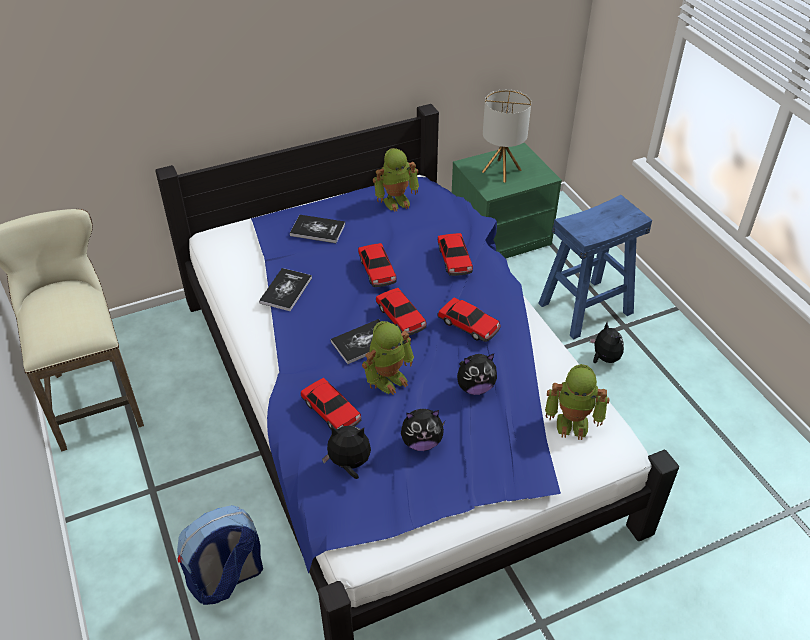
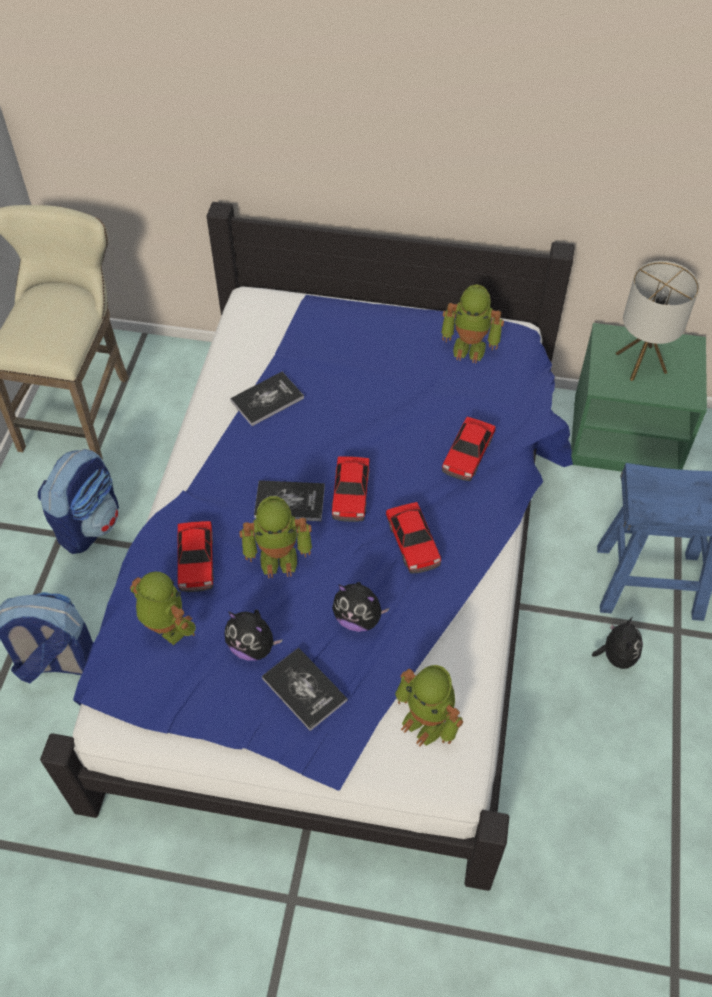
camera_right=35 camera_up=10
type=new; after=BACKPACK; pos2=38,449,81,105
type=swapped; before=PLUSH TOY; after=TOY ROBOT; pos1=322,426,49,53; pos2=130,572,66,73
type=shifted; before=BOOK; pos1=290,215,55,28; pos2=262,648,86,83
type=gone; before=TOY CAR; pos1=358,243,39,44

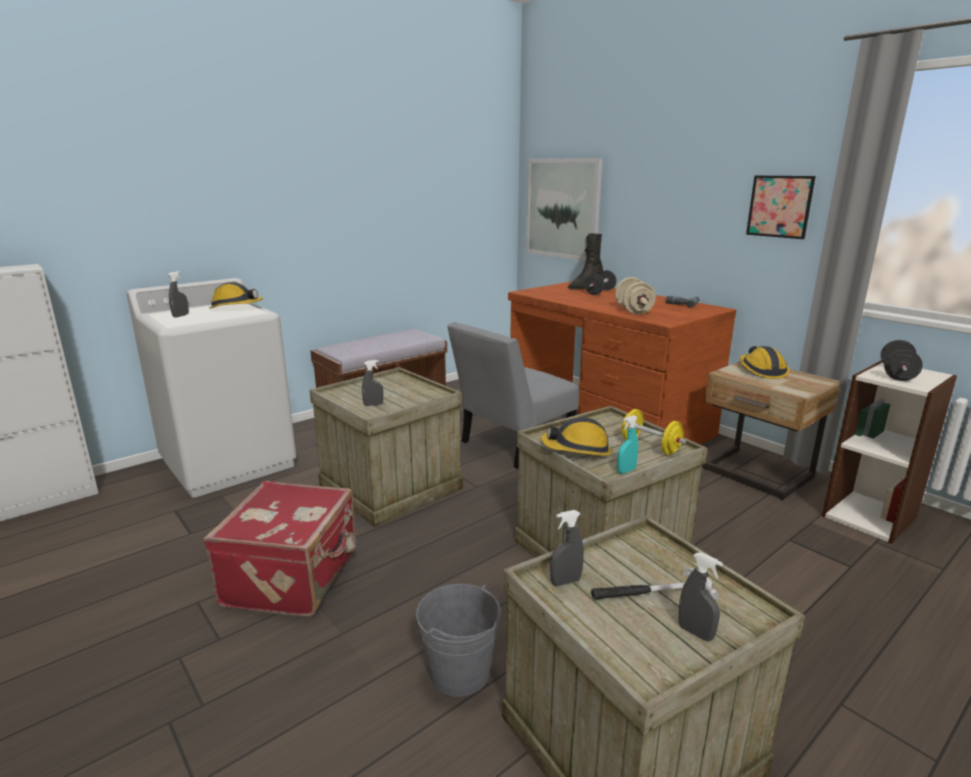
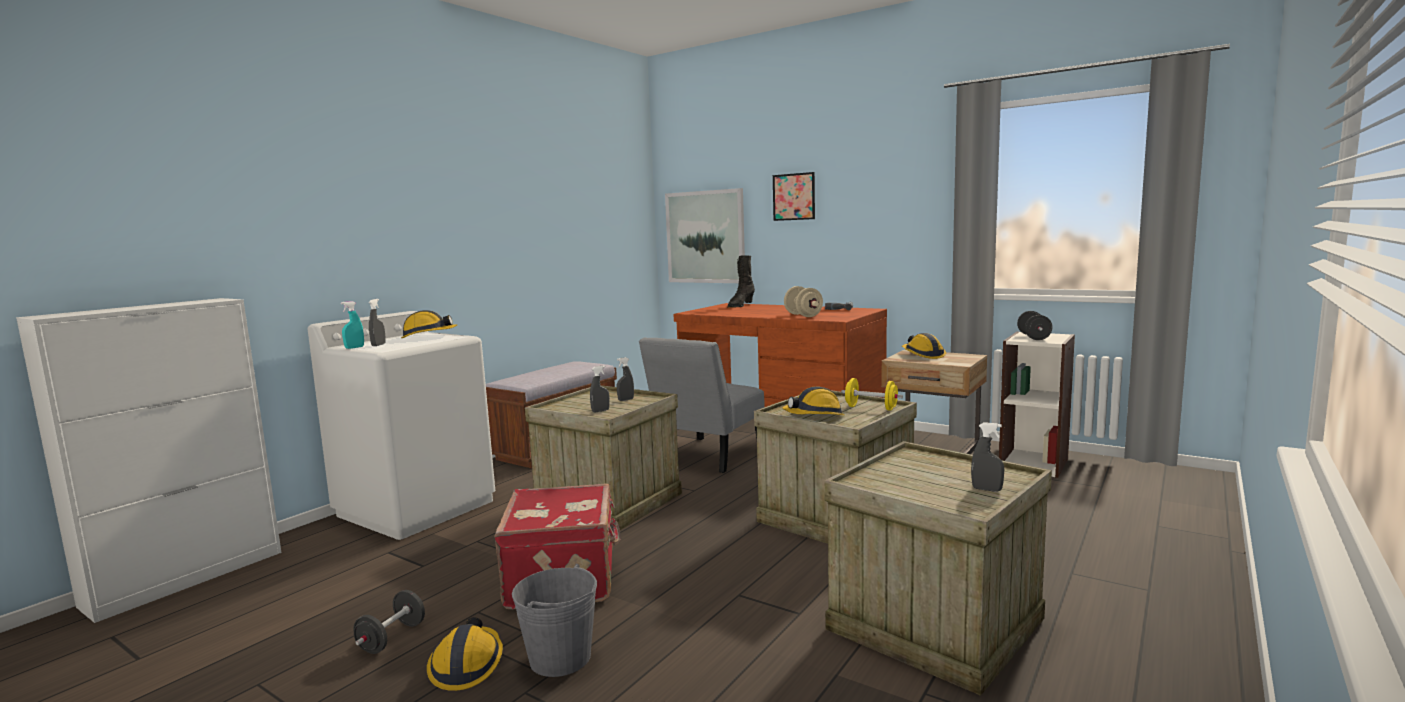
camera_right=-15 camera_up=-10
type=shifted; before=TURQUOISE SPRAY BOTTLE; pos1=617,415,21,59; pos2=341,301,23,48
type=shifted; before=BLACK DUMBBELL; pos1=585,270,31,25; pos2=353,590,72,64
type=new; after=HARD HAT; pos2=427,617,76,74
type=shifted; before=GREY BUCKET; pos1=416,584,85,113; pos2=512,564,85,113
type=shifted; before=GREY SPRAY BOTTLE; pos1=550,510,34,76; pos2=617,357,17,44
type=shifted; before=PICTURE; pos1=746,176,70,63; pos2=773,172,42,49
type=gone; before=HAMMER; pos1=591,567,128,33

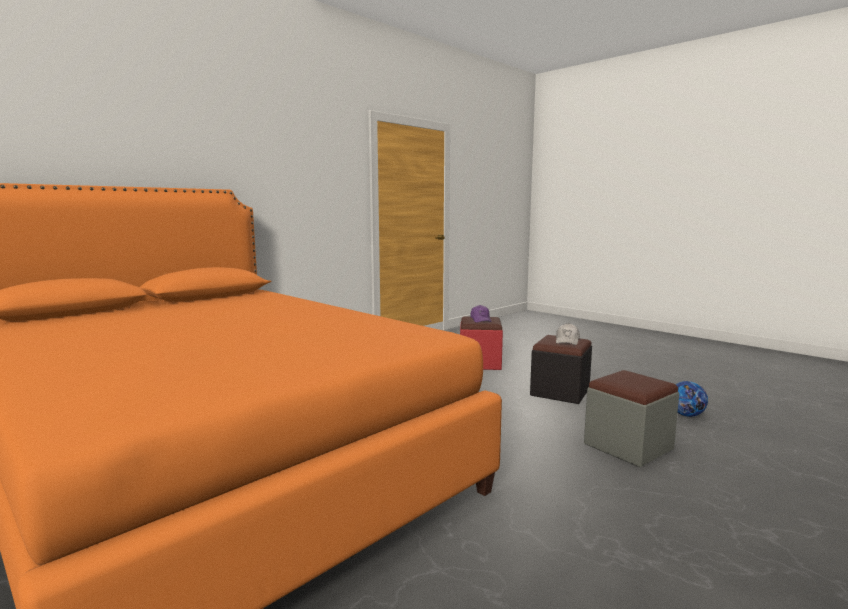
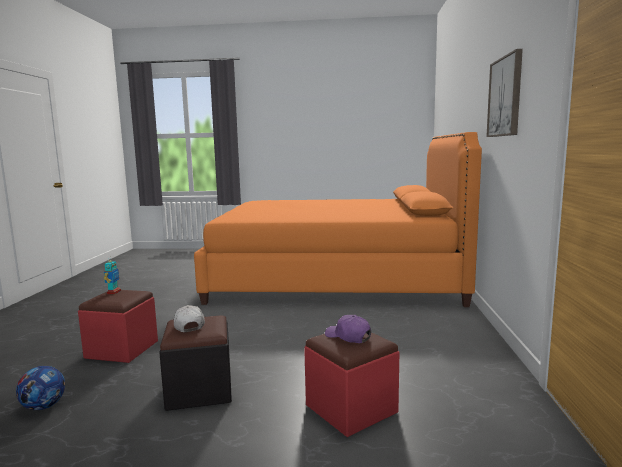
camera_right=140 camera_up=0
type=repainted; before=GREY OTTOMAN; after=RED OTTOMAN; pos1=584,370,95,97; pos2=78,290,80,73
type=new; after=TOY ROBOT; pos2=104,260,17,35
type=new; after=PICTURE; pos2=486,49,37,88

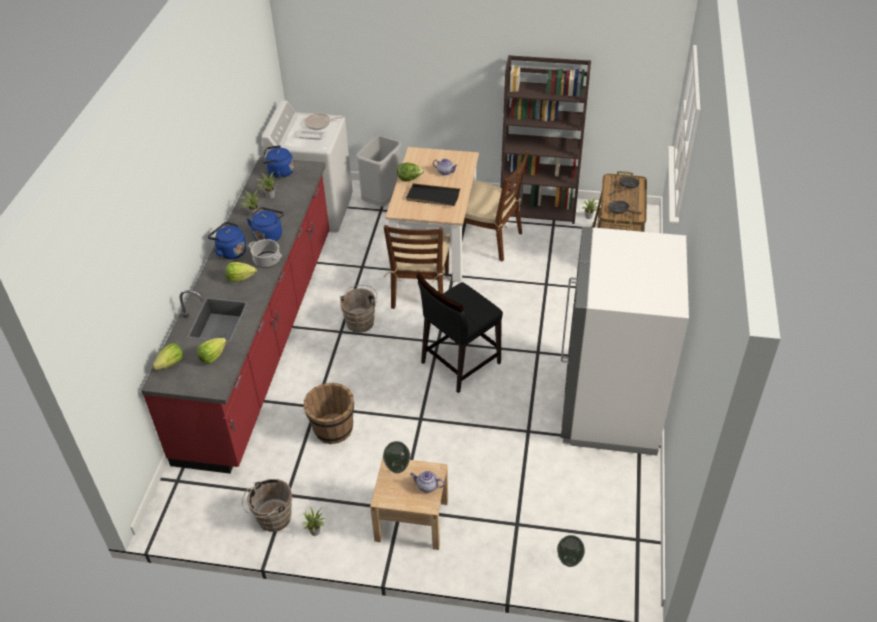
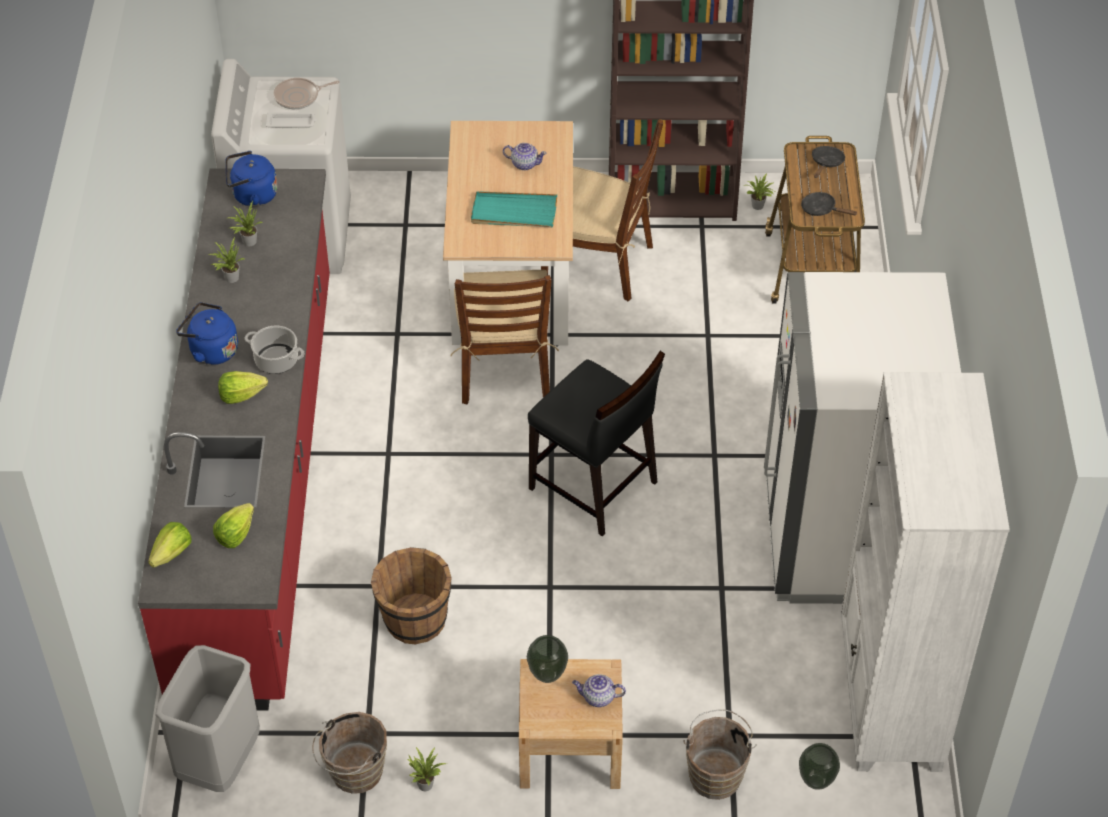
camera_right=-10 camera_up=5
type=shifted; before=GREY TRASH CAN; pos1=356,135,46,72; pos2=156,645,104,147
type=repainted; before=BLACK TRAY; after=TURQUOISE TRAY; pos1=406,183,54,23; pos2=471,191,86,37
type=rotated; before=BLACK CHAIR; pos1=416,273,87,120; pos2=528,351,137,185; turn=-90
type=shifted; before=BROWN BUCKET; pos1=340,285,38,48; pos2=683,709,74,91
type=new; after=WHITE BOOKCASE; pos2=841,372,169,400
type=gone; before=BLUE KETTLE; pos1=247,207,37,34
type=gone; before=LETTUCE; pos1=397,163,27,18

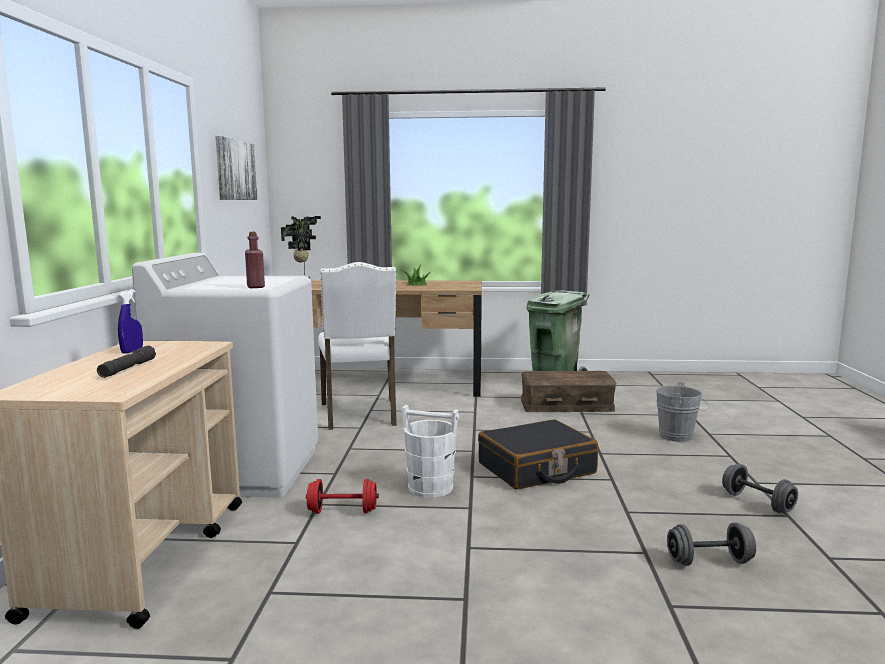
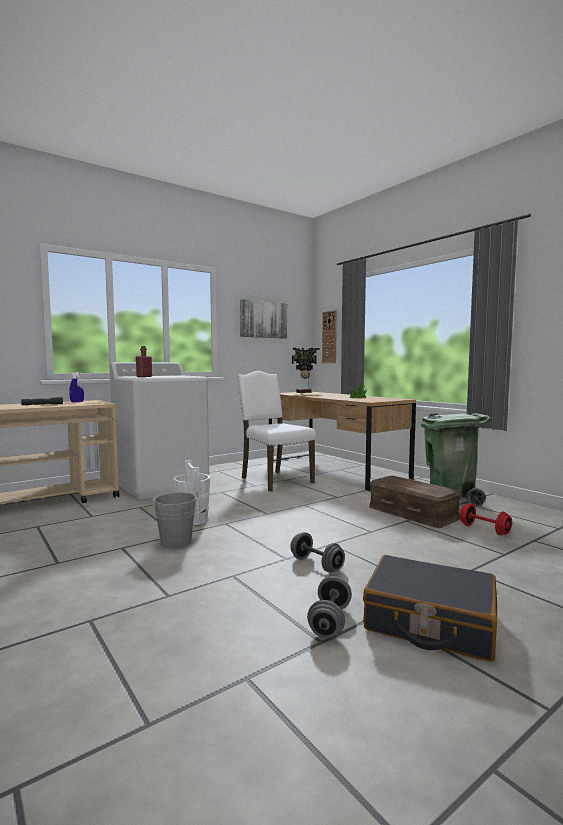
camera_right=50 camera_up=-5
type=shifted; before=GREY BUCKET; pos1=656,381,54,61; pos2=151,492,47,56
type=rotated; before=WHITE CHAIR; pos1=318,262,79,168; pos2=237,371,79,121; turn=105
type=shifted; before=GREY DUMBBELL; pos1=667,523,89,43; pos2=290,532,55,40
type=new; after=WALL CLOCK; pos2=322,310,15,53
type=shifted; before=BLACK SUITCASE; pos1=478,419,120,71; pos2=363,555,134,107
type=shifted; before=RED DUMBBELL; pos1=306,479,73,35; pos2=460,504,52,31

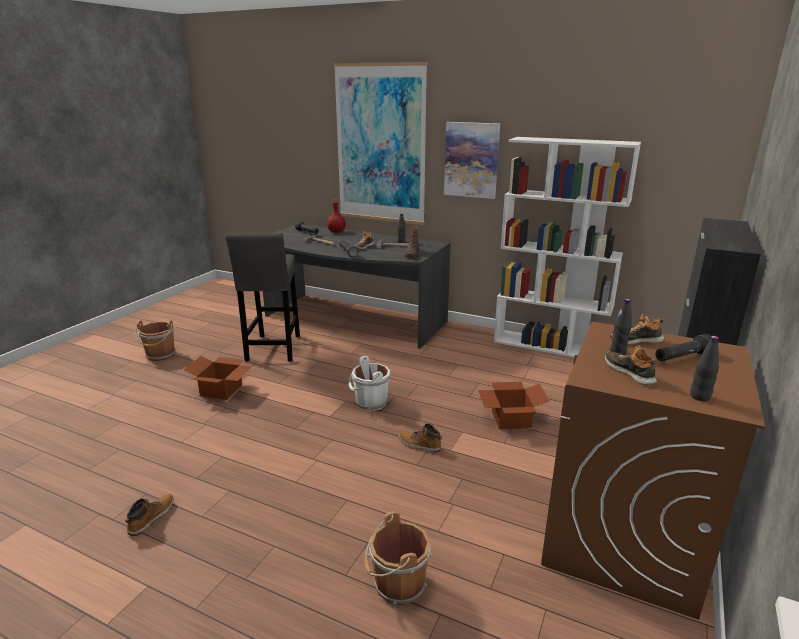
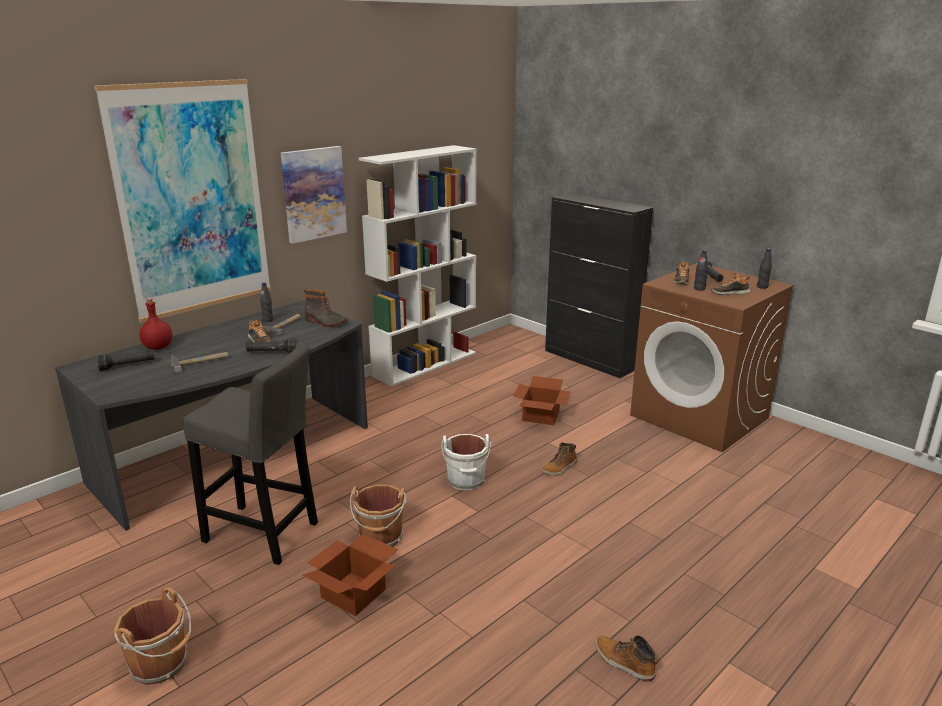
camera_right=-70 camera_up=0
type=shifted; before=BROWN BUCKET; pos1=364,511,68,94; pos2=350,485,57,62

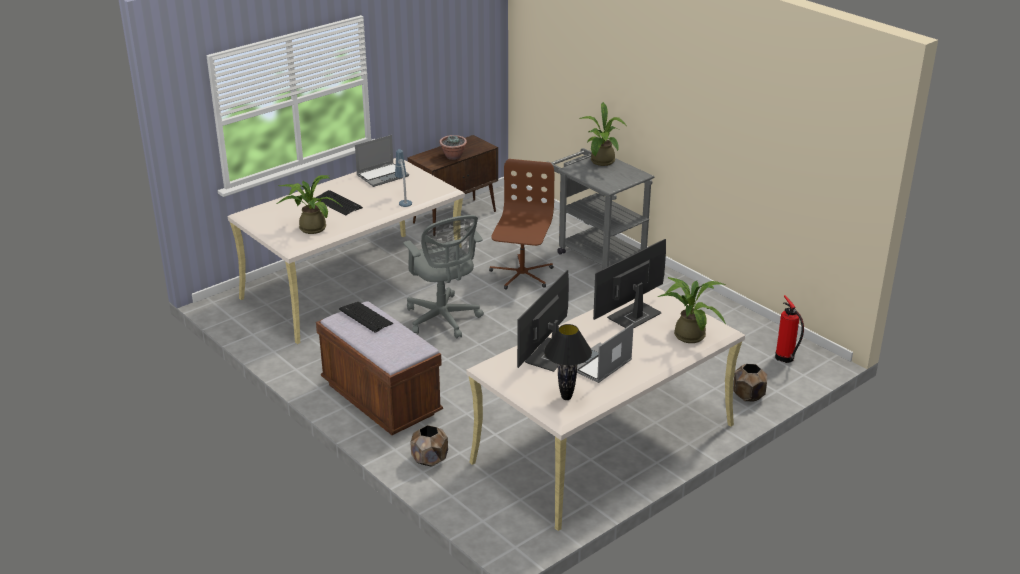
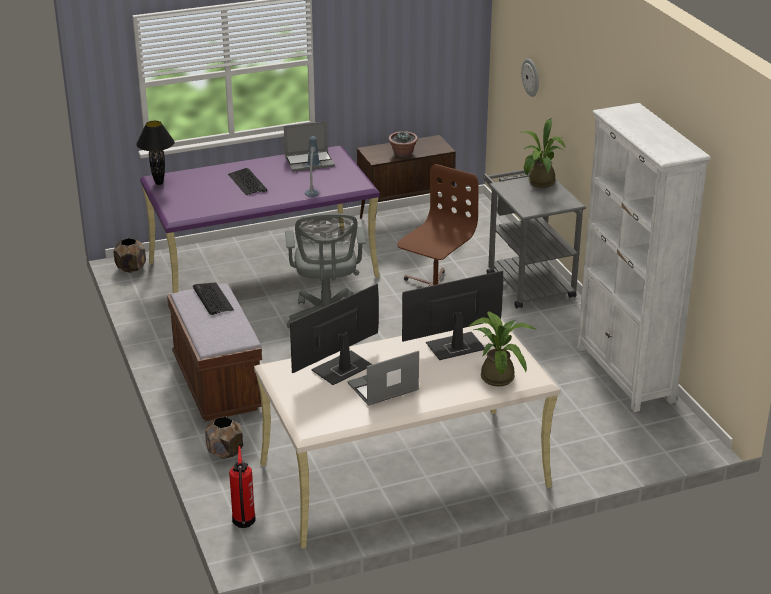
camera_right=20 camera_up=0
type=shifted; before=BROWN PLANTER; pos1=733,364,34,38; pos2=113,238,33,35
type=shifted; before=BLACK TABLE LAMP; pos1=544,324,48,76; pos2=136,121,39,64
type=repainted; before=BEIGE DESK; after=PURPLE DESK; pos1=228,158,237,186; pos2=140,146,240,147
type=shifted; before=FIRE EXTINGUISHER; pos1=775,295,29,68; pos2=229,446,27,82
type=new; after=WALL CLOCK; pos2=521,59,18,38
type=new; after=WHITE BOOKCASE; pos2=577,103,133,309
type=gone; before=POTTED PLANT; pos1=277,175,66,59

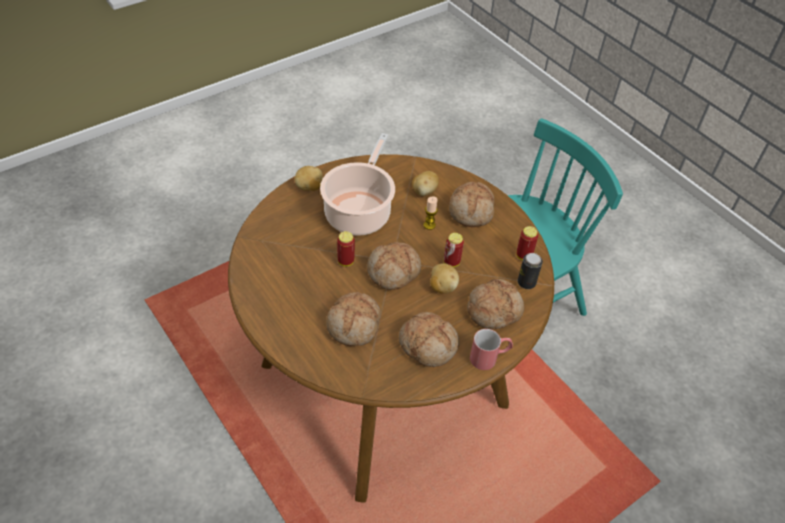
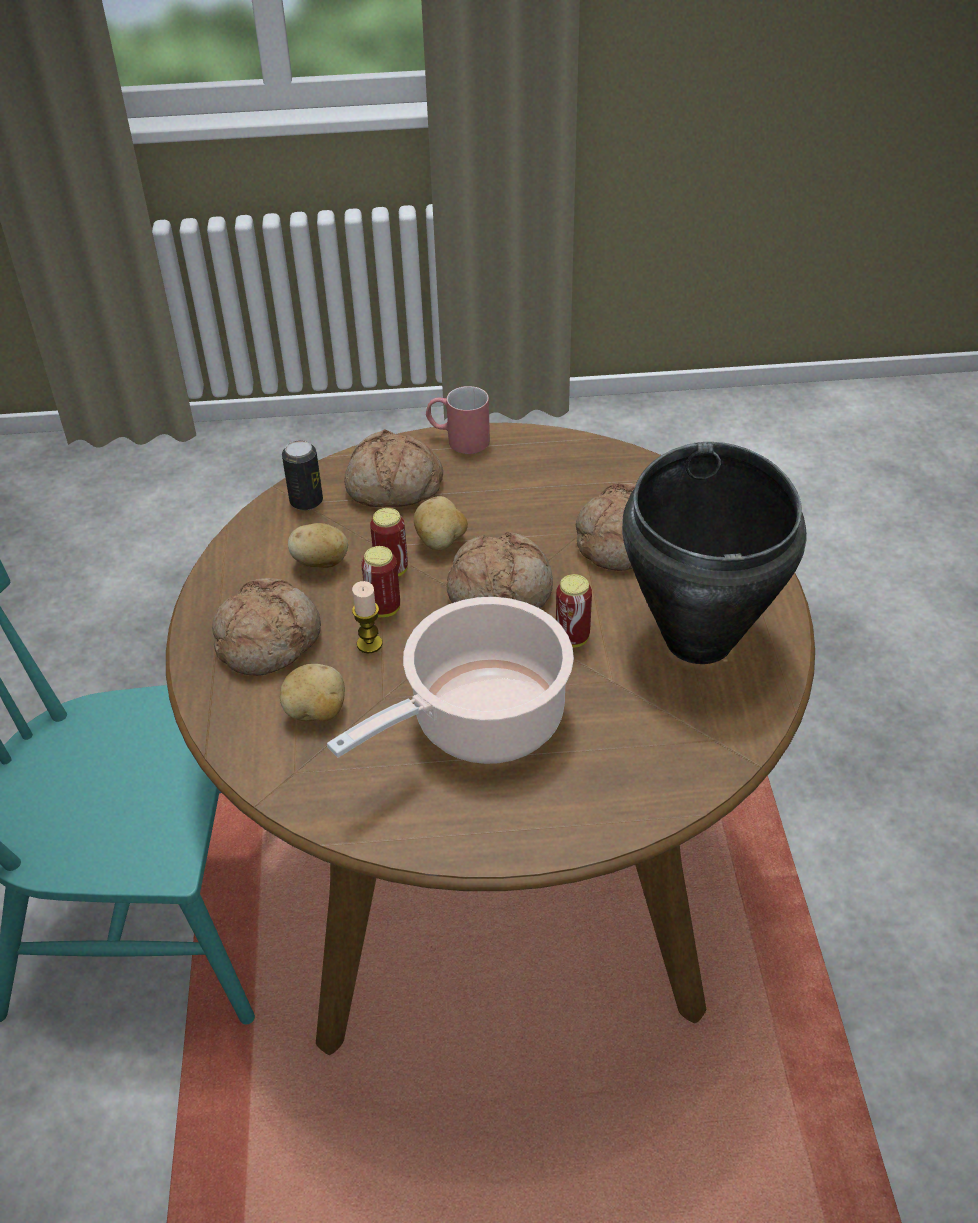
camera_right=-145 camera_up=-5
type=shifted; before=POTATO; pos1=295,166,28,25; pos2=288,523,60,45
type=shifted; before=CAN; pos1=516,226,22,34; pos2=361,546,39,71
type=new; after=BLACK COOKING POT; pos2=622,442,185,222
type=gone; before=BREAD; pos1=399,312,60,55

